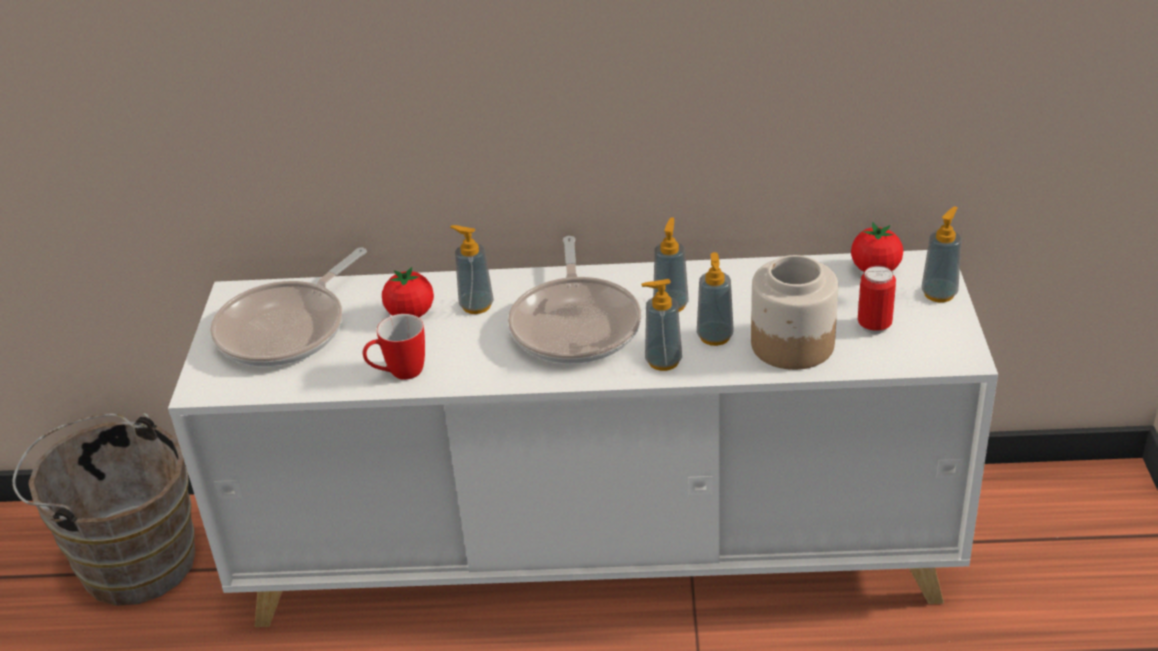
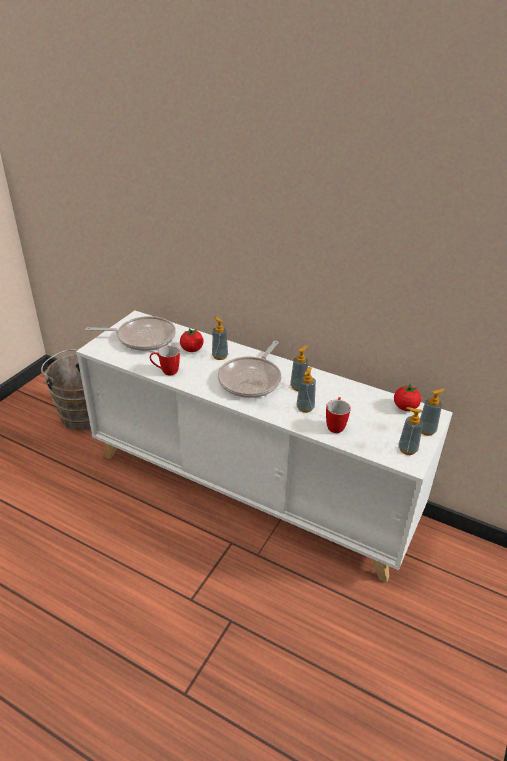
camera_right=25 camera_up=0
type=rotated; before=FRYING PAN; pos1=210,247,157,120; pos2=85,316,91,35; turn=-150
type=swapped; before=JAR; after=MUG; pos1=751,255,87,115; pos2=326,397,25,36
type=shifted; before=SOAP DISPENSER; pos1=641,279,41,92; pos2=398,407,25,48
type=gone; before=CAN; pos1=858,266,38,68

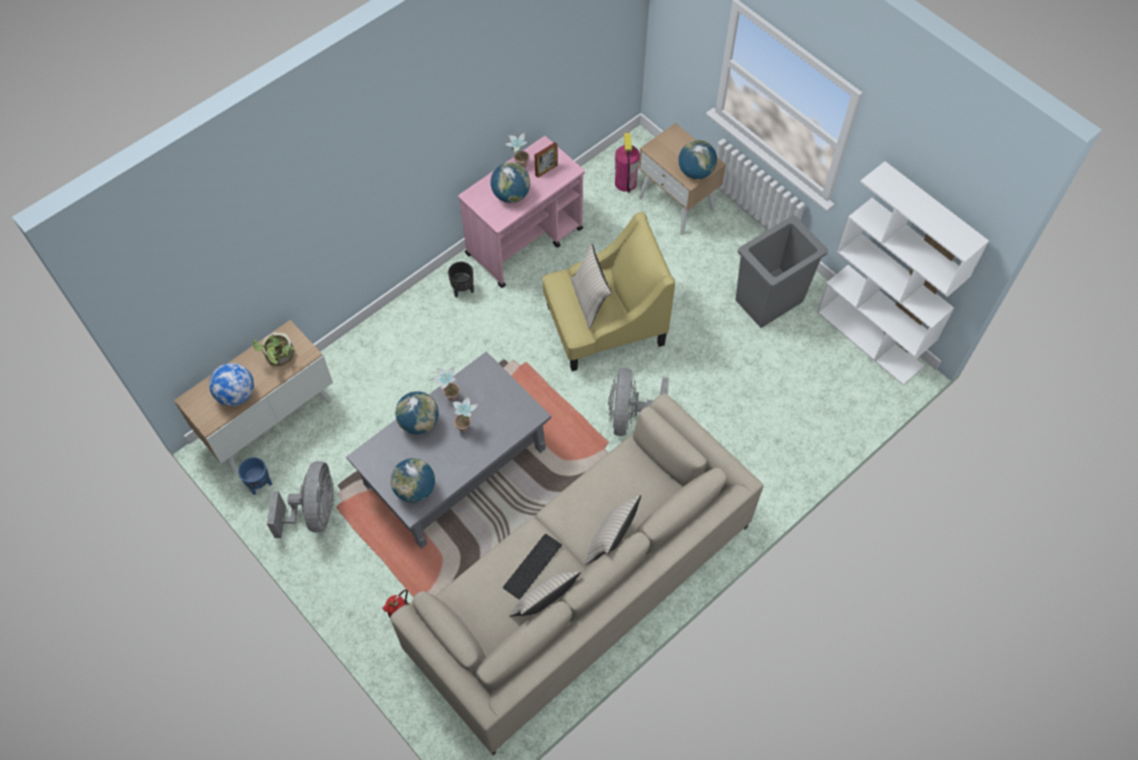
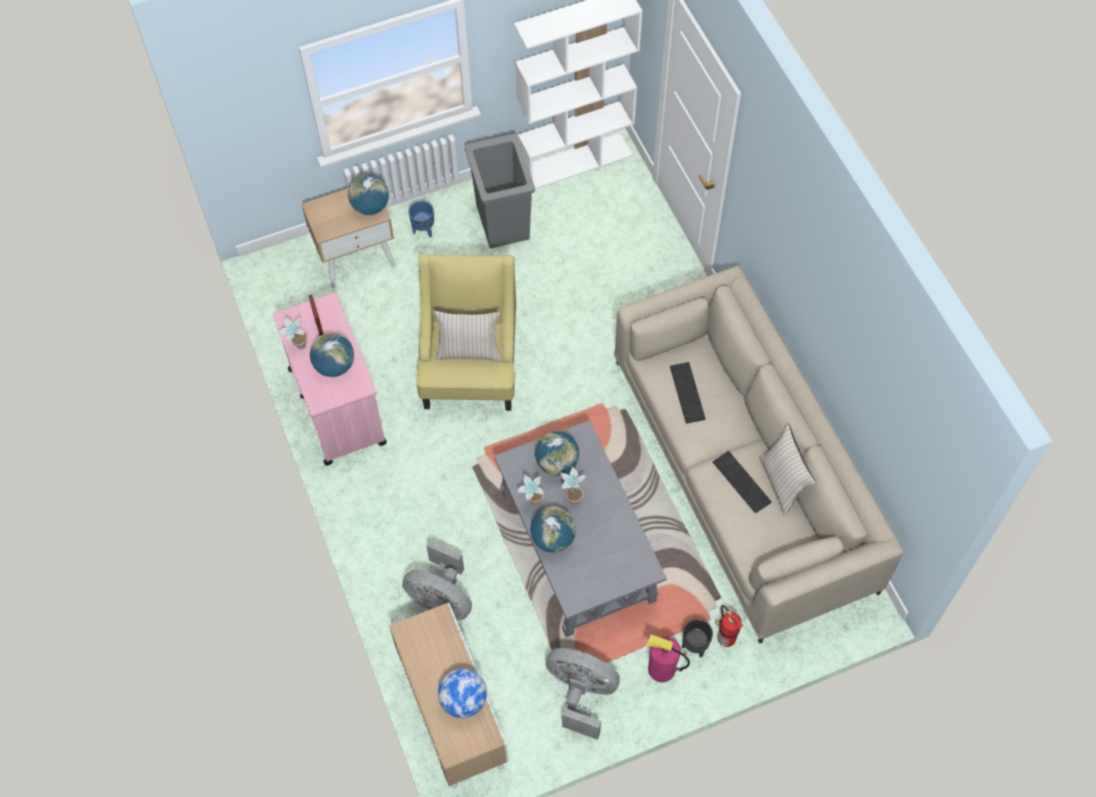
camera_right=-70 camera_up=0
type=shifted; before=GREY FAN; pos1=608,368,61,68; pos2=402,540,70,80
type=shifted; before=BLUE PLANTER; pos1=238,457,34,38; pos2=408,201,26,37
type=shifted; before=GLOBE; pos1=390,458,45,45; pos2=535,431,44,45
type=shifted; before=FIRE EXTINGUISHER; pos1=615,133,25,60; pos2=646,634,44,48
type=new; after=KEYBOARD; pos2=670,362,36,62
type=shifted; before=BLACK PLANTER; pos1=448,261,26,37; pos2=682,619,31,39
type=gone; before=POTTED PLANT; pos1=253,332,41,34
type=gone; before=BEIGE PILLOW; pos1=585,494,56,71

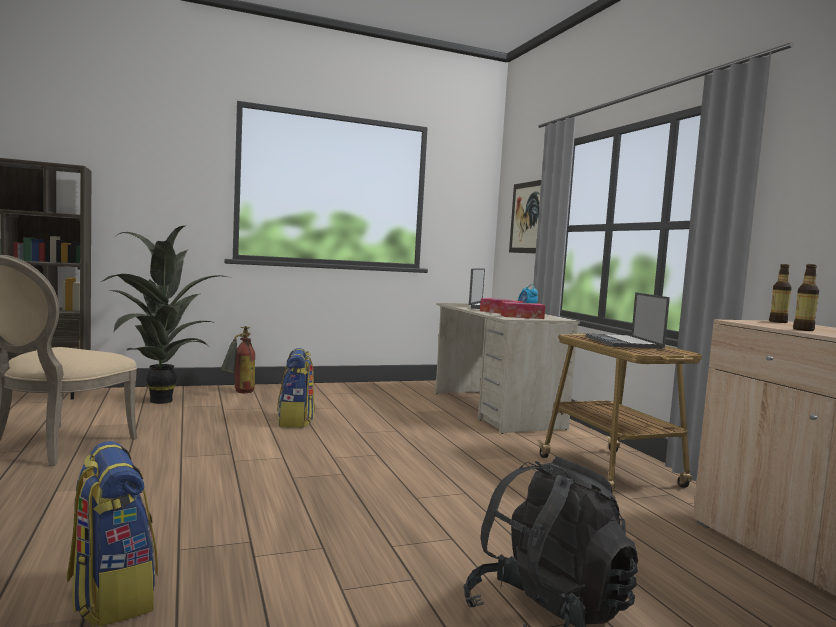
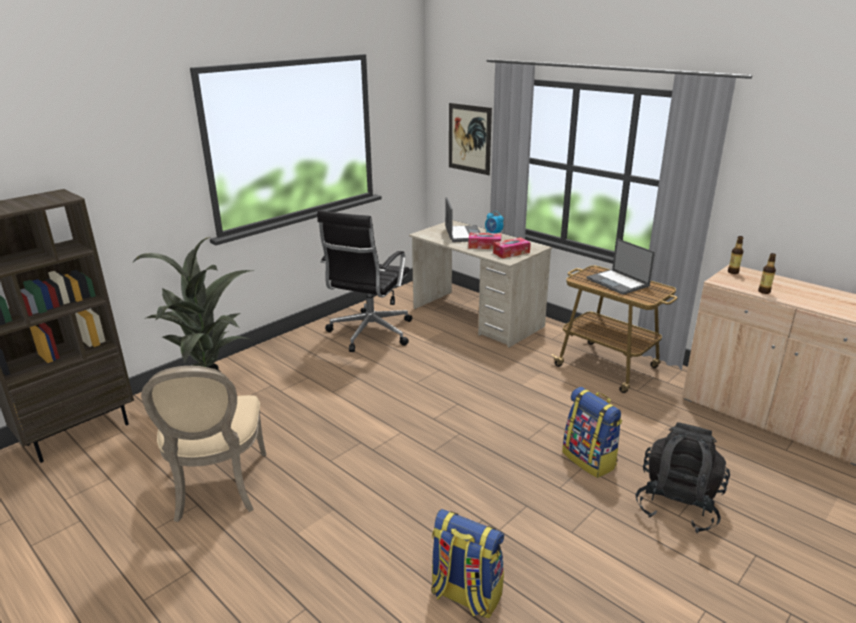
camera_right=-25 camera_up=20
type=new; after=BLACK OFFICE CHAIR; pos2=317,210,95,142
type=shifted; before=BACKPACK; pos1=277,348,38,80; pos2=562,387,60,91
type=gone; before=FIRE EXTINGUISHER; pos1=221,326,34,67

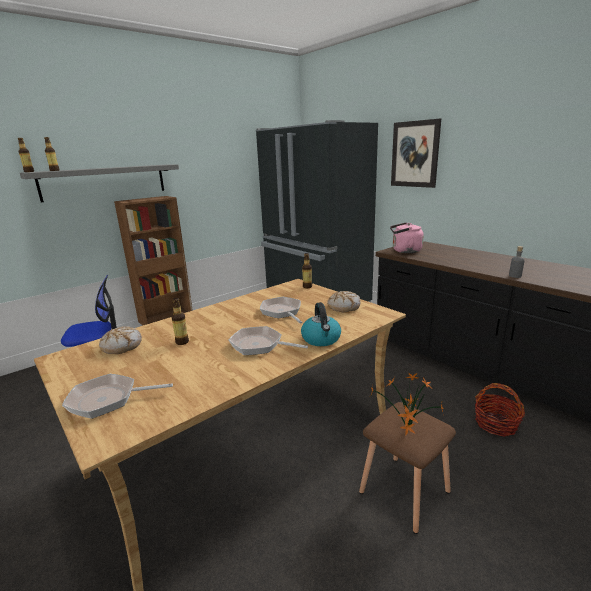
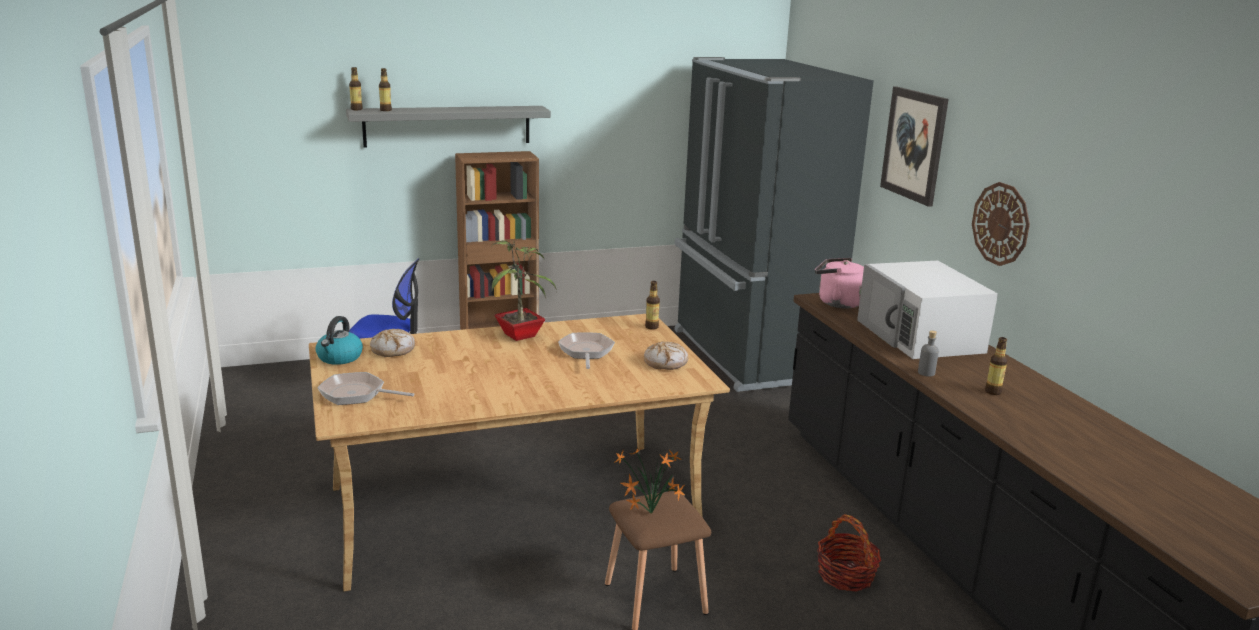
camera_right=20 camera_up=0
type=shifted; before=KETTLE; pos1=301,302,40,44; pos2=315,316,48,49
type=new; after=POTTED PLANT; pos2=492,240,65,101
type=new; after=WHITE MICROWAVE; pos2=857,261,141,98
type=new; after=WALL CLOCK; pos2=972,182,58,84
type=shifted; before=BOTTLE; pos1=171,298,18,47; pos2=985,337,23,58
type=gone; before=FRYING PAN; pos1=228,326,80,29

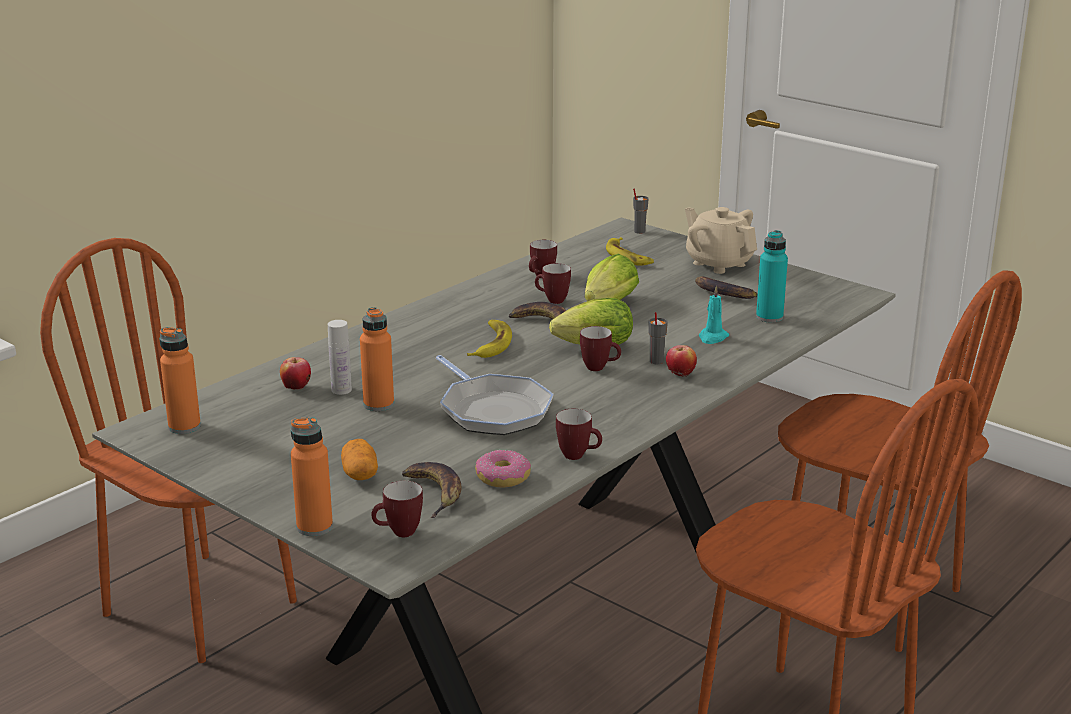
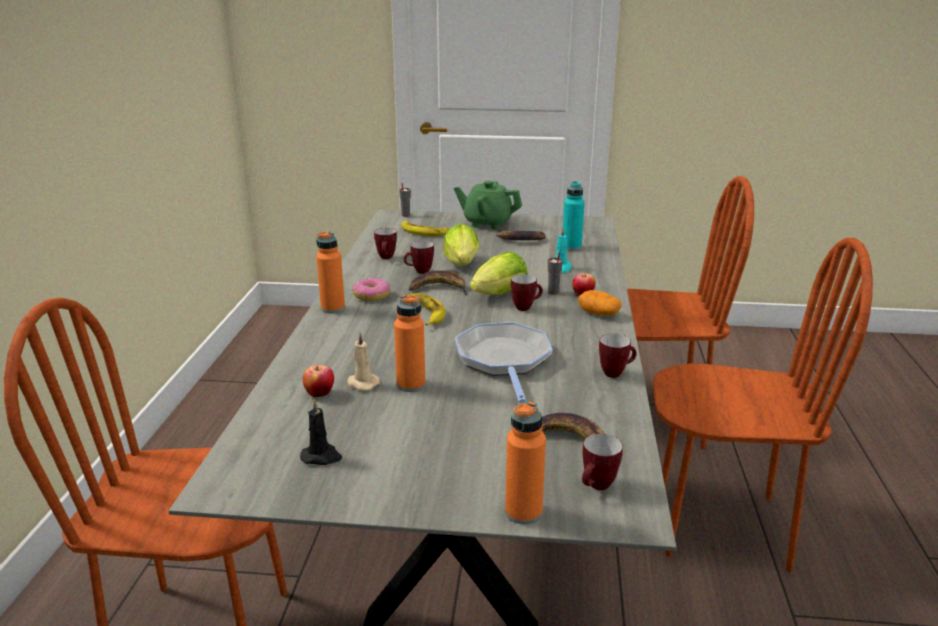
camera_right=-35 camera_up=0
type=new; after=BLACK CANDLE; pos2=300,399,42,66
type=shifted; before=ORANGE BOTTLE; pos1=160,327,41,107; pos2=316,231,29,82
type=swapped; before=WHITE BOTTLE; after=BEIGE CANDLE; pos1=328,320,24,75; pos2=347,333,33,57
type=shifted; before=DONUT; pos1=475,450,56,37; pos2=353,278,37,23
type=repainted; before=BEIGE TEAPOT; after=GREEN TEAPOT; pos1=685,207,72,67; pos2=454,181,68,48
type=rotated; before=FRYING PAN; pos1=436,355,117,80; pos2=455,322,98,81; turn=-120
type=shifted; before=POTATO; pos1=341,439,37,41; pos2=578,290,44,26

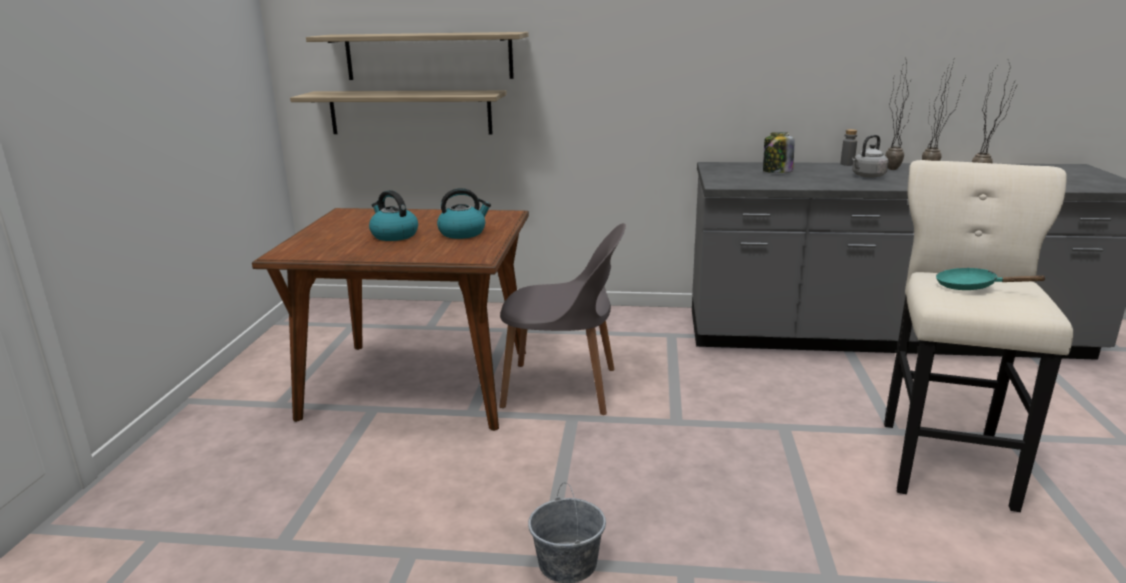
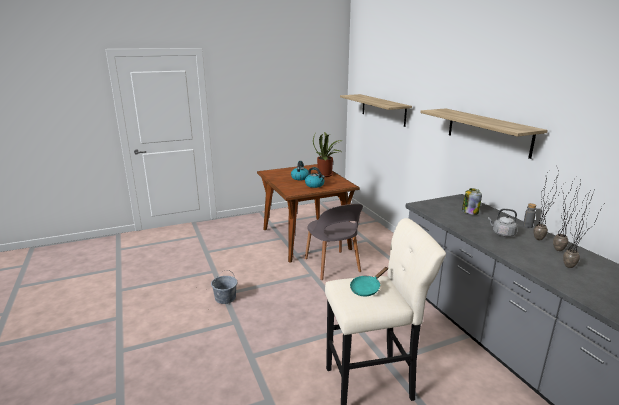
camera_right=60 camera_up=0
type=new; after=POTTED PLANT; pos2=313,132,30,45
type=rotated; before=TURQUOISE FRYING PAN; pos1=936,268,109,22; pos2=350,267,38,29; turn=-135
type=shifted; before=SHELF; pos1=290,90,217,45; pos2=420,108,128,51

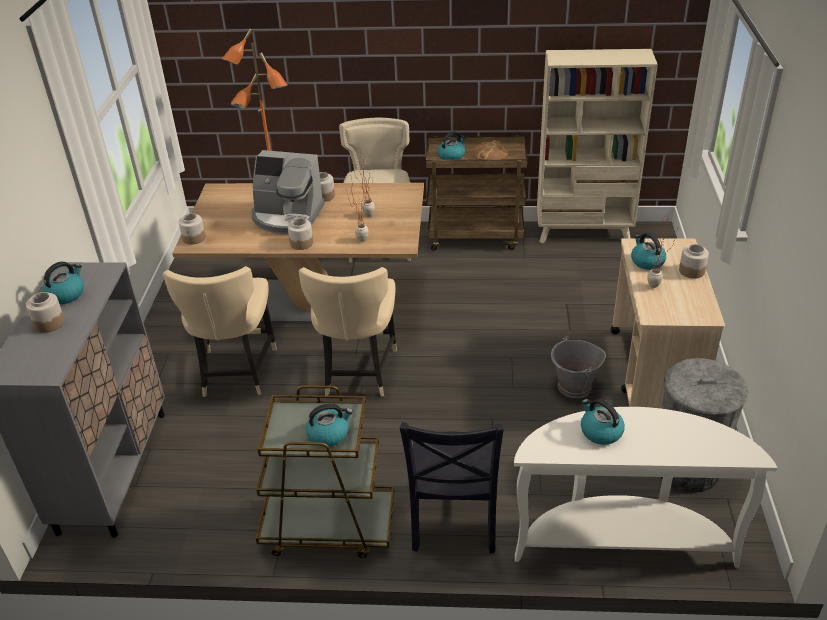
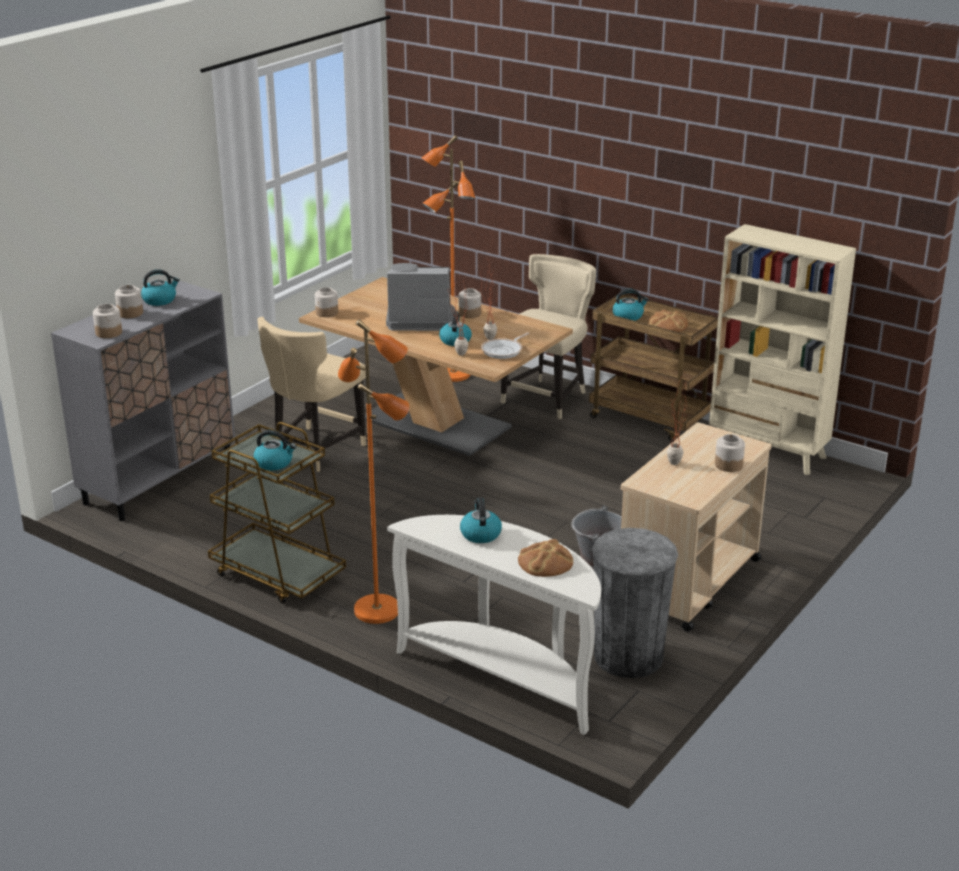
camera_right=30 camera_up=-10
type=shifted; before=JAR; pos1=288,218,25,32; pos2=93,304,29,34
type=swapped; before=BLACK CHAIR; after=ORANGE FLOOR LAMP; pos1=400,422,104,132; pos2=338,319,71,305
type=rotated; before=COFFEE MACHINE; pos1=252,150,73,84; pos2=386,263,69,68; turn=135
type=shifted; before=KETTLE; pos1=631,233,35,37; pos2=439,311,33,35
type=new; after=FRYING PAN; pos2=481,332,48,27
type=new; after=BREAD; pos2=518,539,55,38
type=gone; before=BEIGE CHAIR; pos1=299,267,98,130

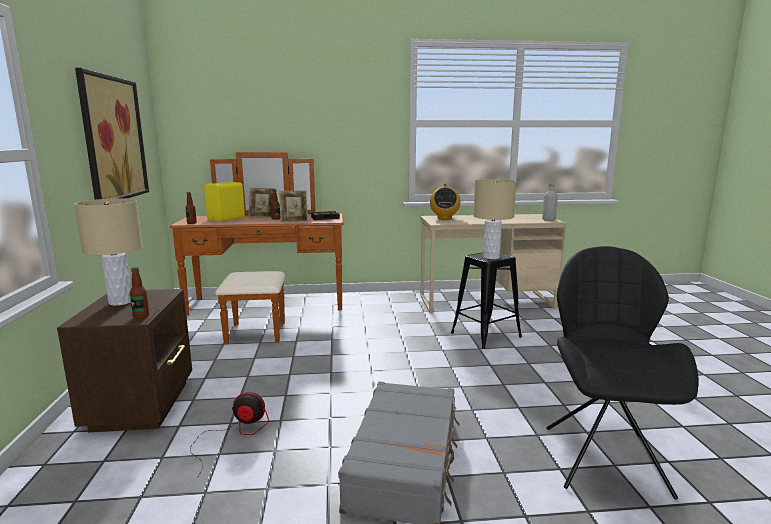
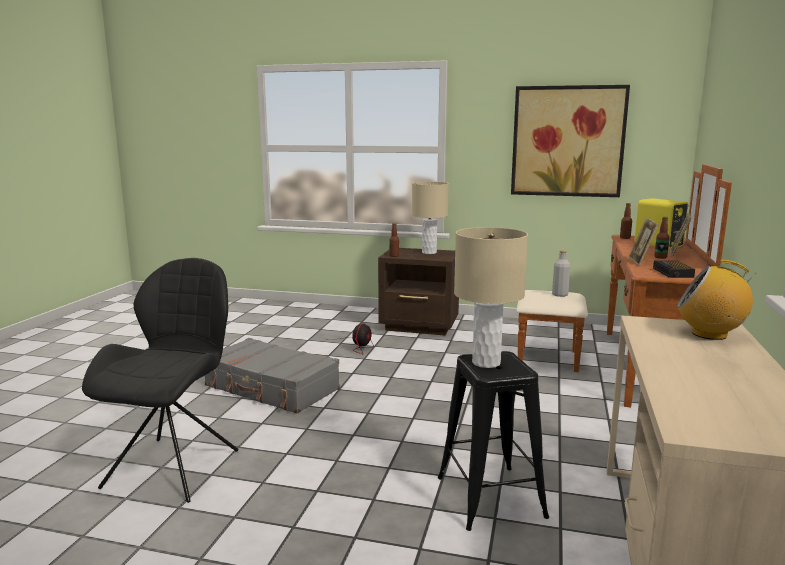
camera_right=110 camera_up=0
type=rotated; before=BLACK CHAIR; pos1=546,246,152,253; pos2=82,258,156,245; turn=-105
type=shifted; before=GREY BOTTLE; pos1=542,184,16,37; pos2=552,250,18,47

